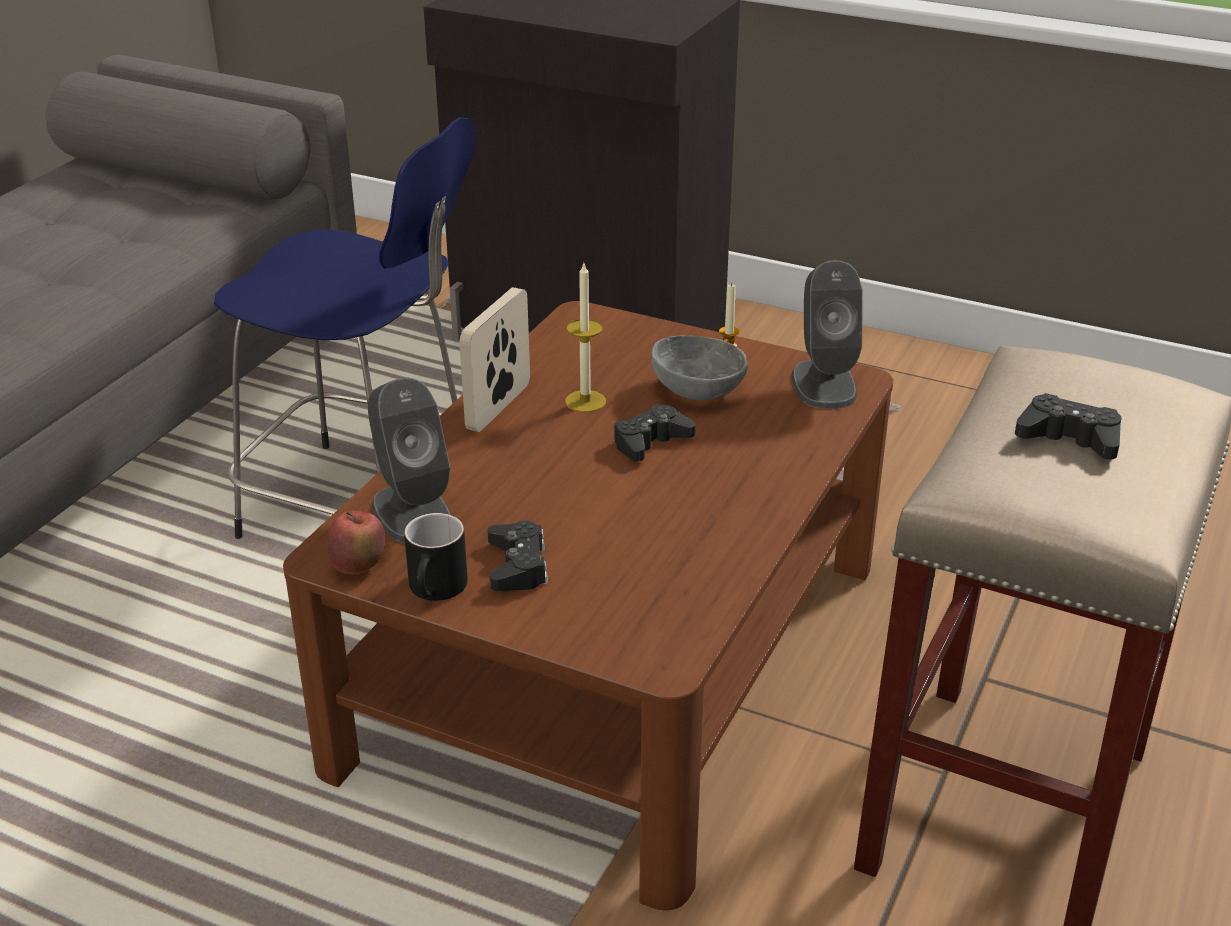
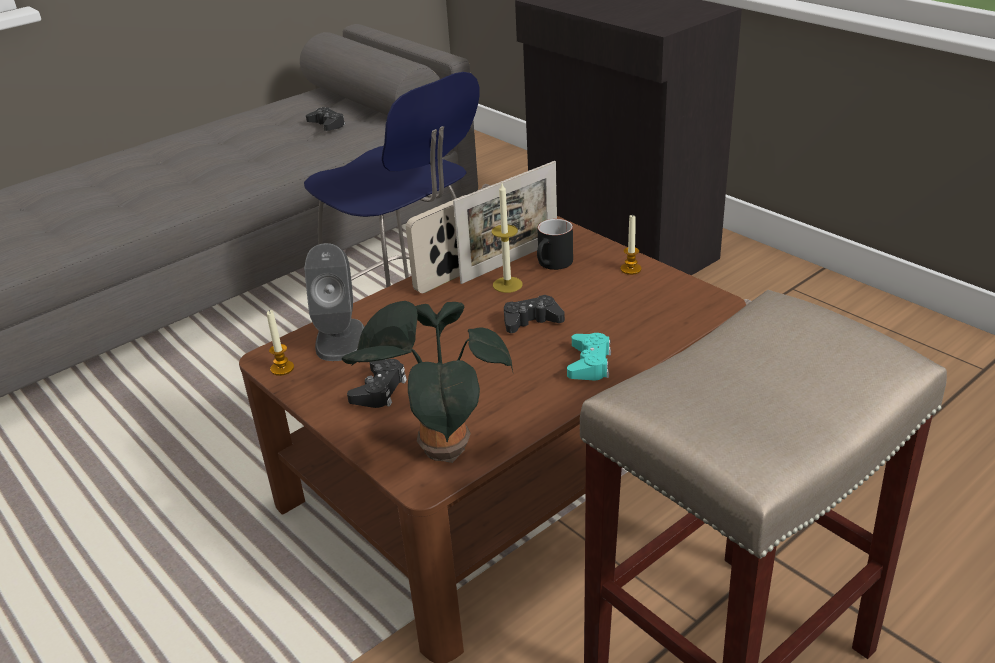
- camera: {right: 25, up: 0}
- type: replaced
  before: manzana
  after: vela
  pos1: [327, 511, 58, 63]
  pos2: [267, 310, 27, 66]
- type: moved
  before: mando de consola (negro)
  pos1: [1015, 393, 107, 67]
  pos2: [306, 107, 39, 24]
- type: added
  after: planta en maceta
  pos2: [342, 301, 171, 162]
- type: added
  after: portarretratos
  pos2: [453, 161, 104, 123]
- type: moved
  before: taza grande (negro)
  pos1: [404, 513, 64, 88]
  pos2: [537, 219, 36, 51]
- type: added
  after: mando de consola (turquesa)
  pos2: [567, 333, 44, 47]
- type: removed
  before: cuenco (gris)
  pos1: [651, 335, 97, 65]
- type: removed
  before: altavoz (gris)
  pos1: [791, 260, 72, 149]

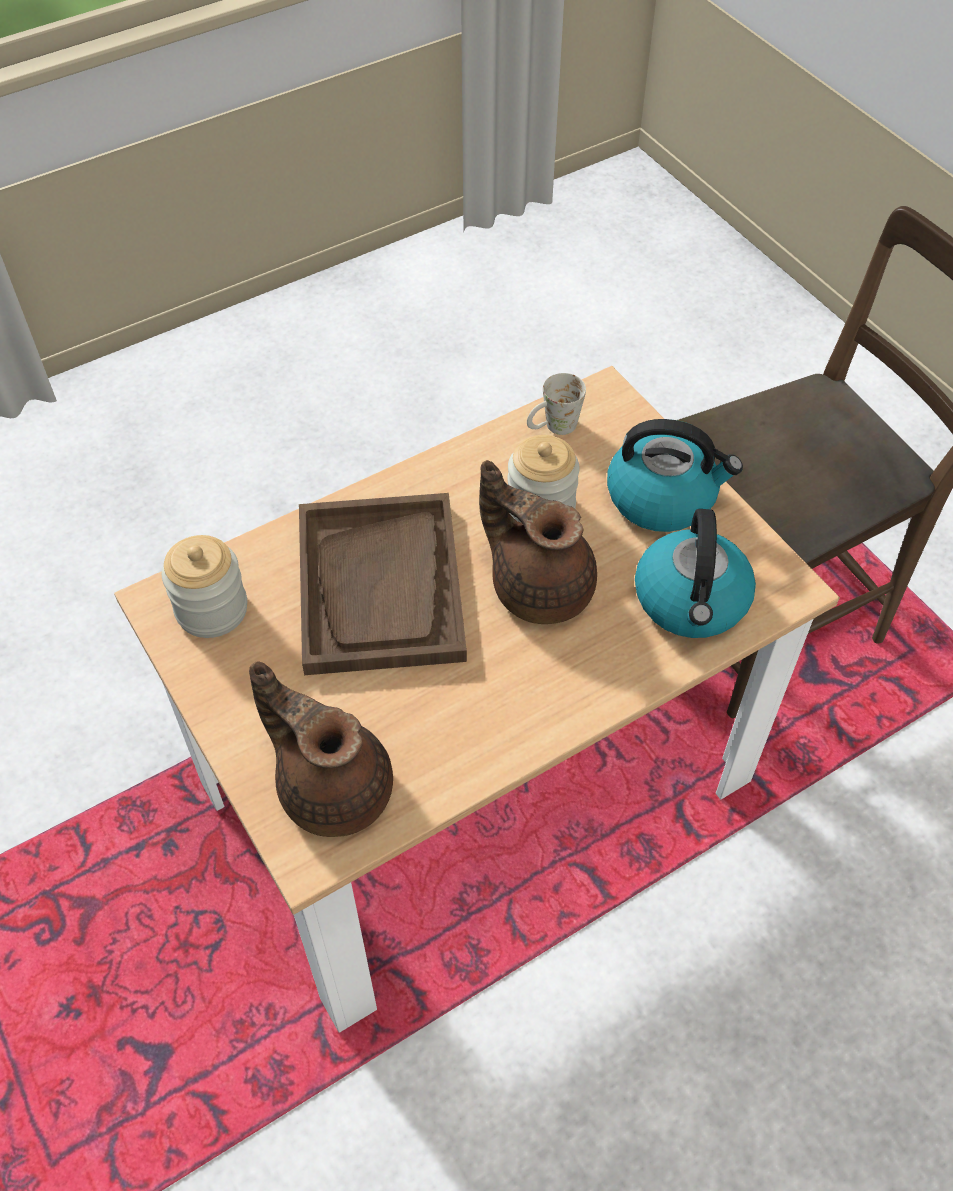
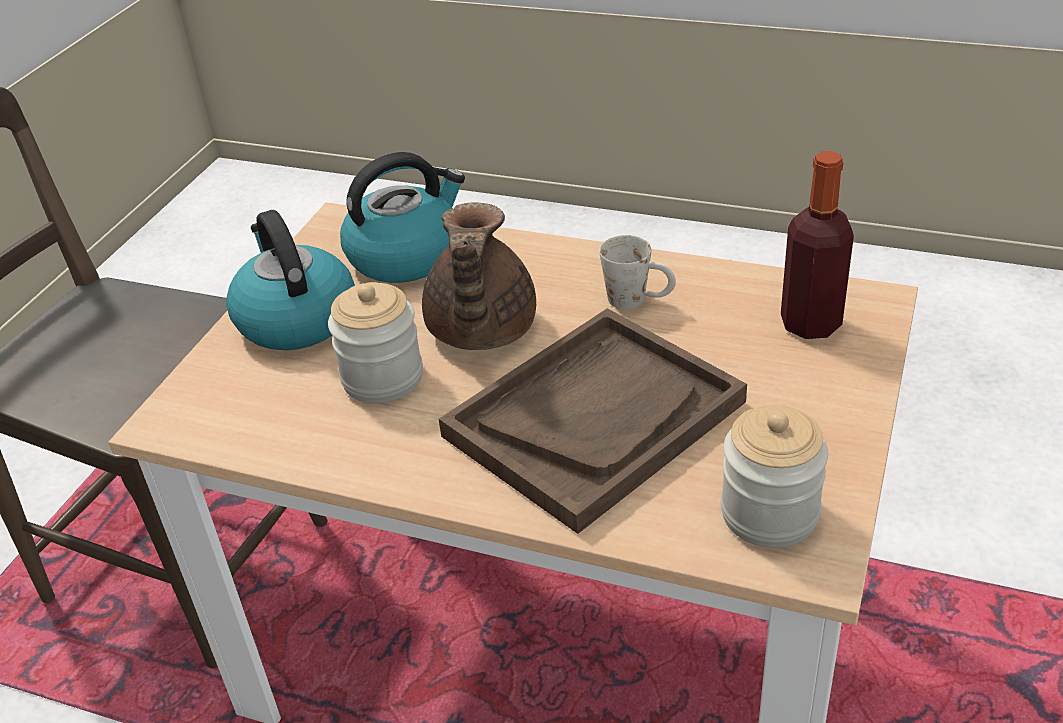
- camera: {right: -125, up: -15}
- type: moved
  before: taza grande (blanco)
  pos1: [527, 373, 59, 62]
  pos2: [599, 235, 77, 75]
- type: replaced
  before: tetera (marrón)
  after: botella
  pos1: [249, 661, 144, 176]
  pos2: [781, 151, 73, 188]

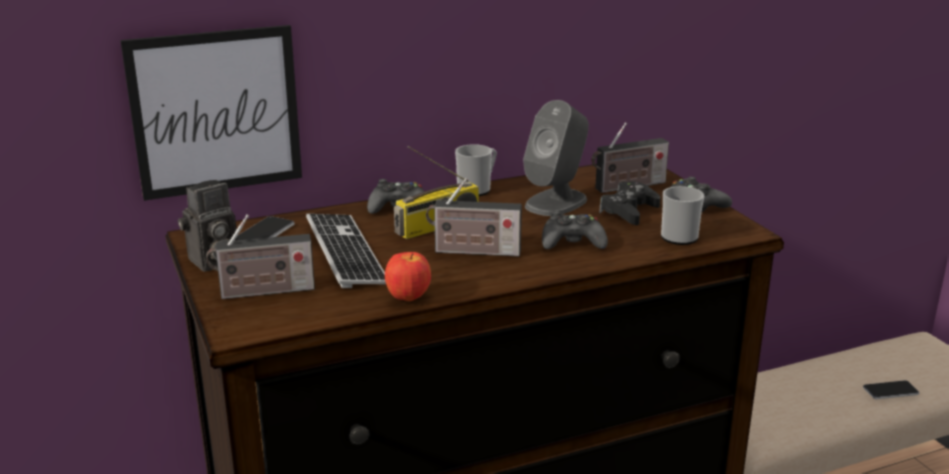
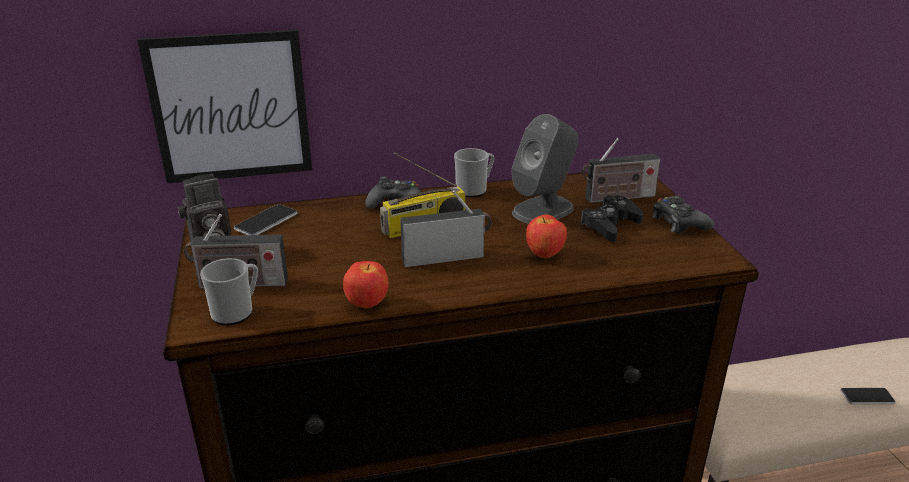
- camera: {right: 10, up: 5}
- type: moved
  before: taza grande
  pos1: [661, 186, 43, 59]
  pos2: [200, 258, 58, 67]
- type: turned
  before: radio
  pos1: [426, 178, 96, 78]
  pos2: [400, 190, 92, 77]
  turn: 150
- type: replaced
  before: mando de consola (negro)
  after: manzana
  pos1: [542, 211, 66, 38]
  pos2: [526, 214, 41, 45]
- type: removed
  before: teclado
  pos1: [306, 214, 80, 74]

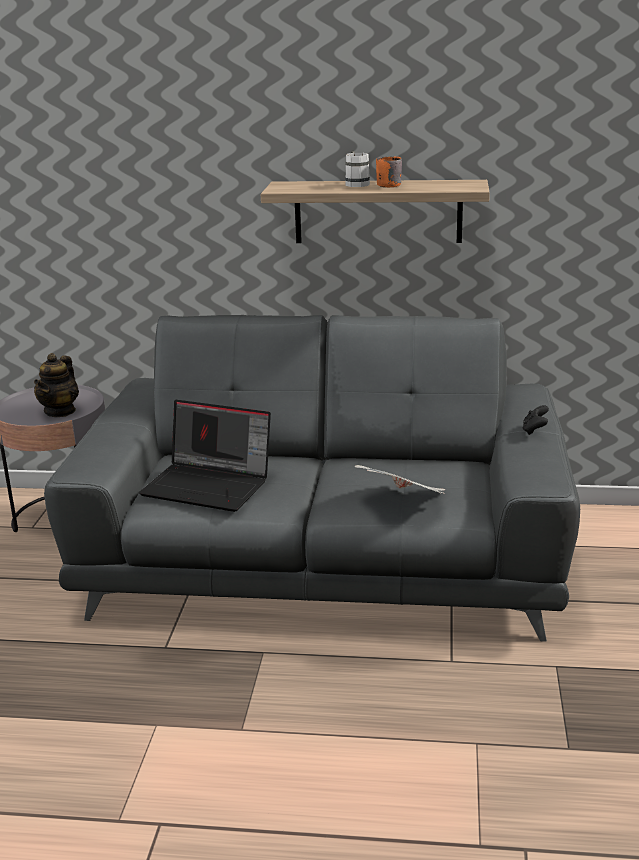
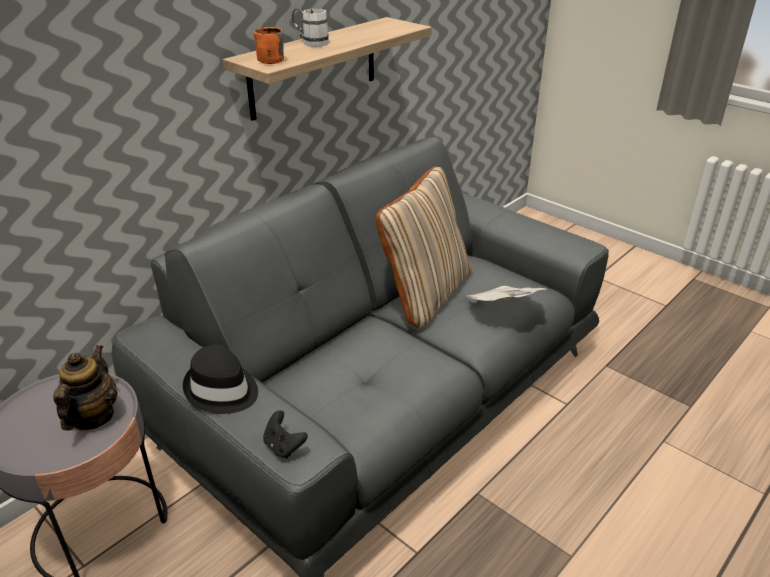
- camera: {right: -55, up: 10}
- type: turned
  before: tetera
  pos1: [34, 353, 45, 64]
  pos2: [53, 345, 65, 85]
  turn: -135
- type: added
  after: sombrero (negro)
  pos2: [183, 344, 75, 70]
- type: moved
  before: taza grande (naranja)
  pos1: [376, 156, 26, 31]
  pos2: [254, 27, 30, 37]
- type: moved
  before: mando de consola (negro)
  pos1: [523, 405, 26, 30]
  pos2: [263, 410, 45, 48]
- type: added
  after: cojín (beis)
  pos2: [376, 166, 96, 162]
- type: removed
  before: portátil
  pos1: [139, 400, 132, 112]

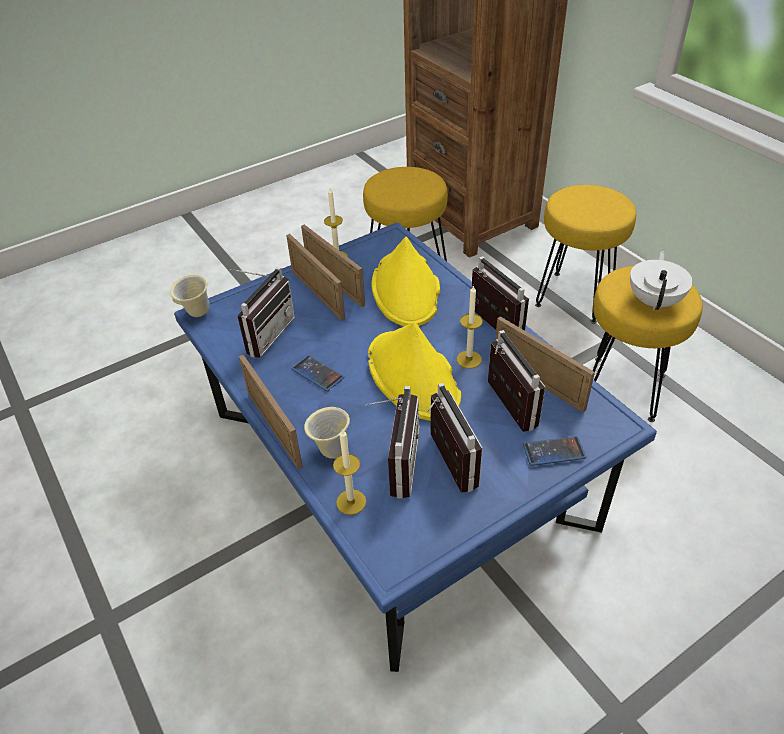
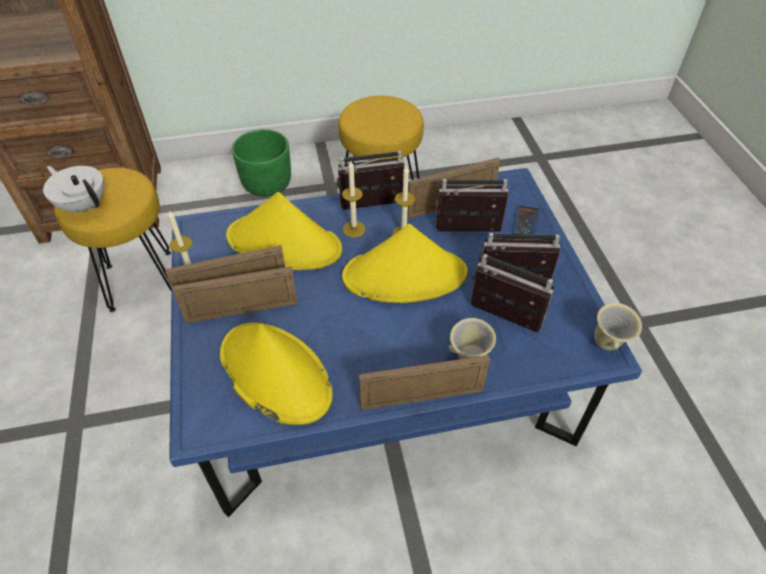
- camera: {right: -70, up: 5}
- type: moved
  before: tetera (blanco)
  pos1: [630, 251, 63, 60]
  pos2: [43, 166, 61, 47]
- type: replaced
  before: radio
  after: sombrero (amarillo)
  pos1: [230, 267, 65, 91]
  pos2: [220, 323, 113, 102]
- type: replaced
  before: taburete (amarillo)
  after: maceta (verde)
  pos1: [535, 185, 101, 139]
  pos2: [232, 129, 59, 68]
- type: moved
  before: vela
  pos1: [333, 428, 33, 87]
  pos2: [342, 161, 24, 77]
- type: moved
  before: taza grande (beis)
  pos1: [170, 274, 40, 43]
  pos2: [594, 303, 48, 47]
- type: removed
  before: móvil
  pos1: [291, 355, 53, 37]

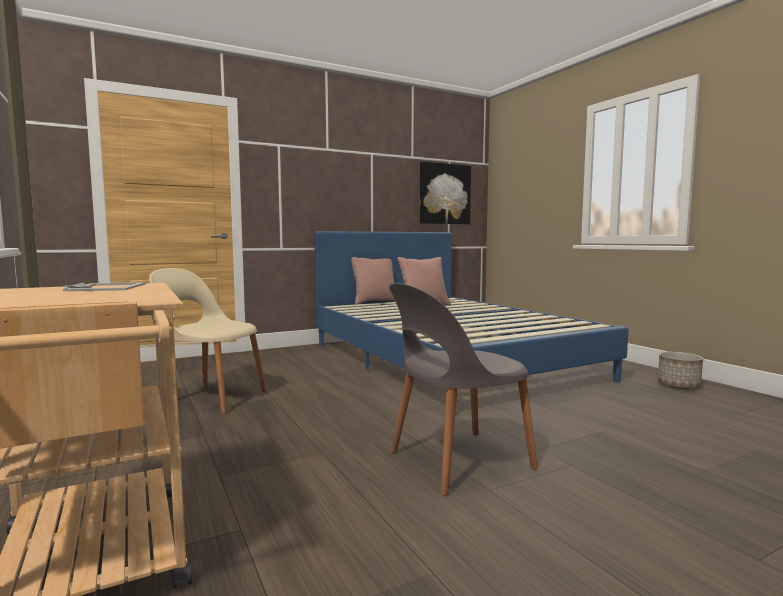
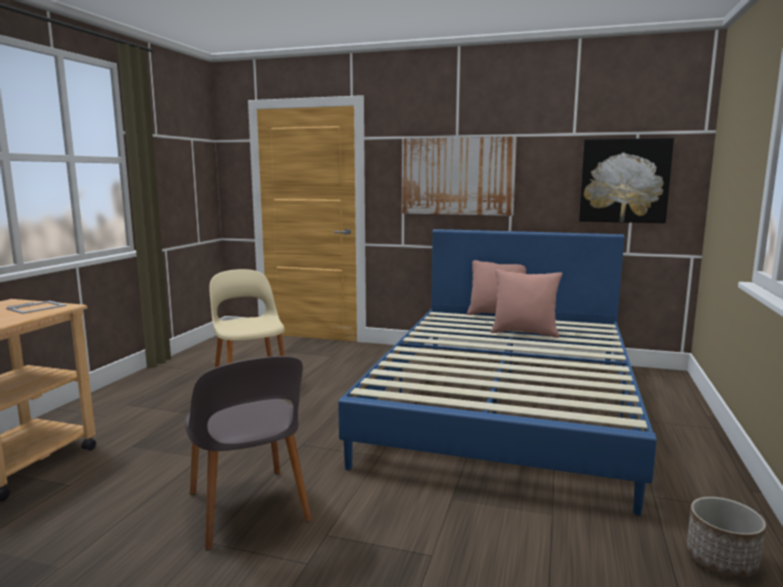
- camera: {right: 45, up: 5}
- type: turned
  before: silla (gris)
  pos1: [389, 283, 149, 213]
  pos2: [185, 356, 127, 194]
  turn: -135
- type: added
  after: cuadro
  pos2: [402, 136, 115, 80]

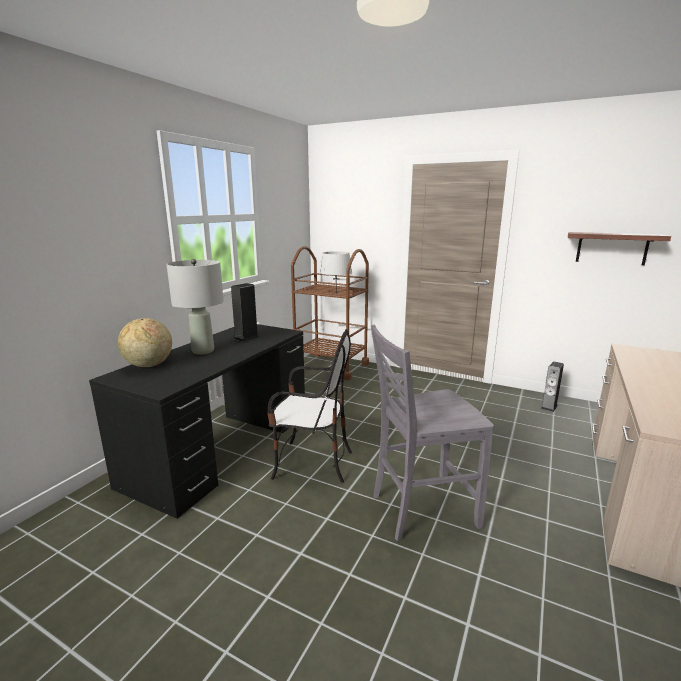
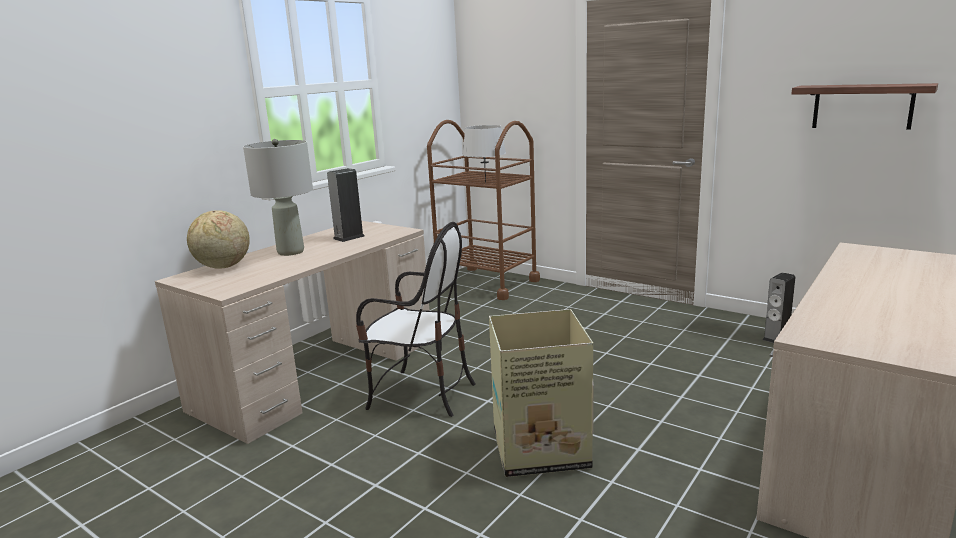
- camera: {right: 10, up: 0}
- type: recoloured
  before: escritorio (negro)
  after: escritorio (beis)
  pos1: [89, 324, 216, 195]
  pos2: [155, 221, 274, 223]
- type: replaced
  before: silla (gris)
  after: caja de cartón
  pos1: [371, 324, 123, 217]
  pos2: [489, 309, 105, 168]

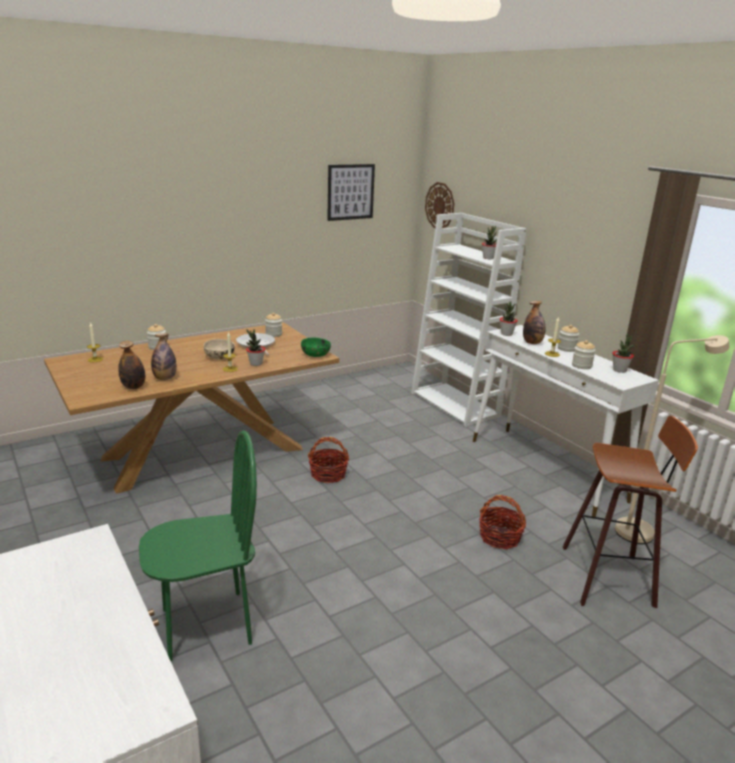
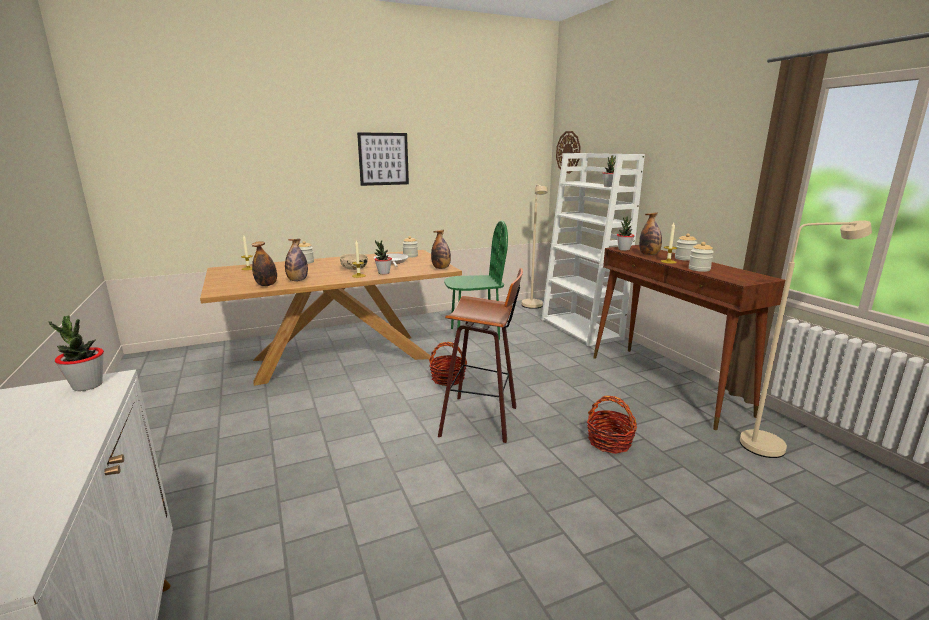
- camera: {right: 10, up: -5}
- type: moved
  before: planta en maceta
  pos1: [612, 334, 23, 39]
  pos2: [49, 316, 55, 75]
- type: moved
  before: cuadro
  pos1: [327, 164, 48, 57]
  pos2: [357, 132, 52, 54]
- type: replaced
  before: cuenco (verde)
  after: botella
  pos1: [301, 338, 30, 19]
  pos2: [431, 230, 20, 39]
- type: moved
  before: taburete
  pos1: [563, 416, 135, 192]
  pos2: [438, 268, 85, 175]
- type: moved
  before: silla (verde)
  pos1: [139, 430, 118, 231]
  pos2: [444, 220, 64, 120]
- type: added
  after: lámpara de pie (beis)
  pos2: [522, 184, 25, 125]
- type: recoloured
  before: mesa consola (blanco)
  after: mesa consola (marrón)
  pos1: [473, 325, 186, 194]
  pos2: [593, 245, 192, 185]

